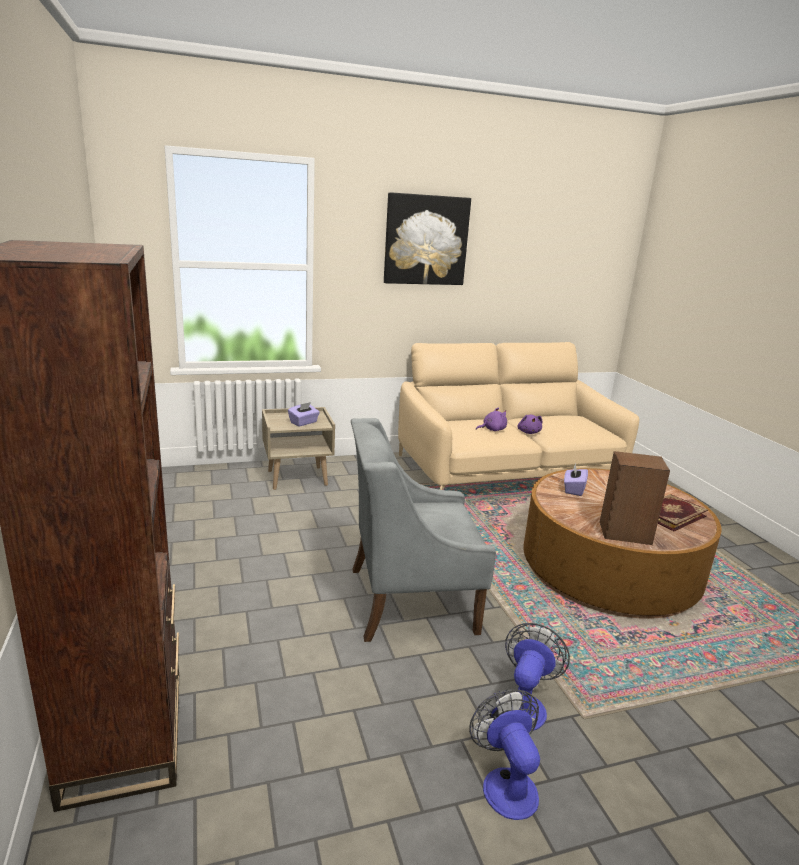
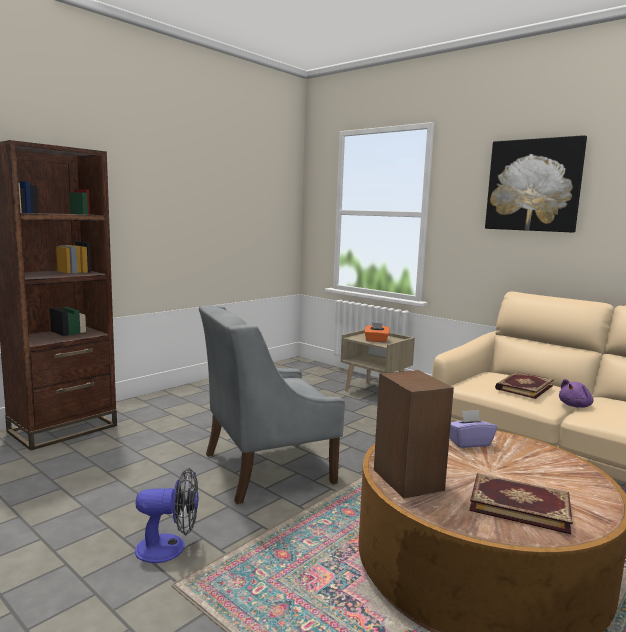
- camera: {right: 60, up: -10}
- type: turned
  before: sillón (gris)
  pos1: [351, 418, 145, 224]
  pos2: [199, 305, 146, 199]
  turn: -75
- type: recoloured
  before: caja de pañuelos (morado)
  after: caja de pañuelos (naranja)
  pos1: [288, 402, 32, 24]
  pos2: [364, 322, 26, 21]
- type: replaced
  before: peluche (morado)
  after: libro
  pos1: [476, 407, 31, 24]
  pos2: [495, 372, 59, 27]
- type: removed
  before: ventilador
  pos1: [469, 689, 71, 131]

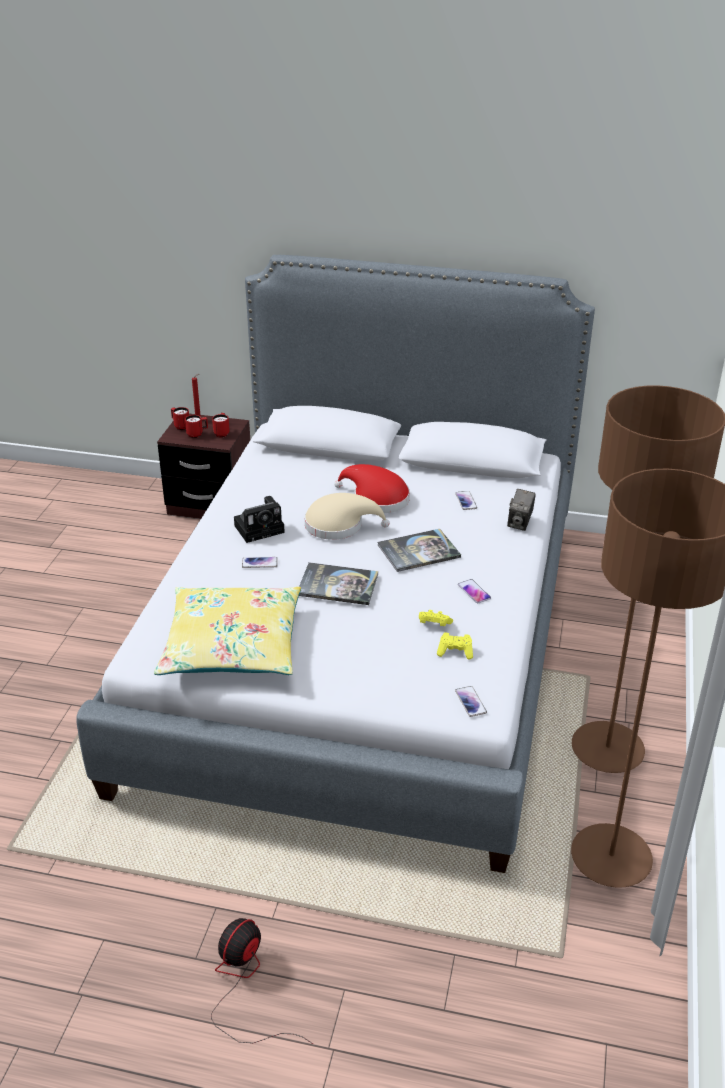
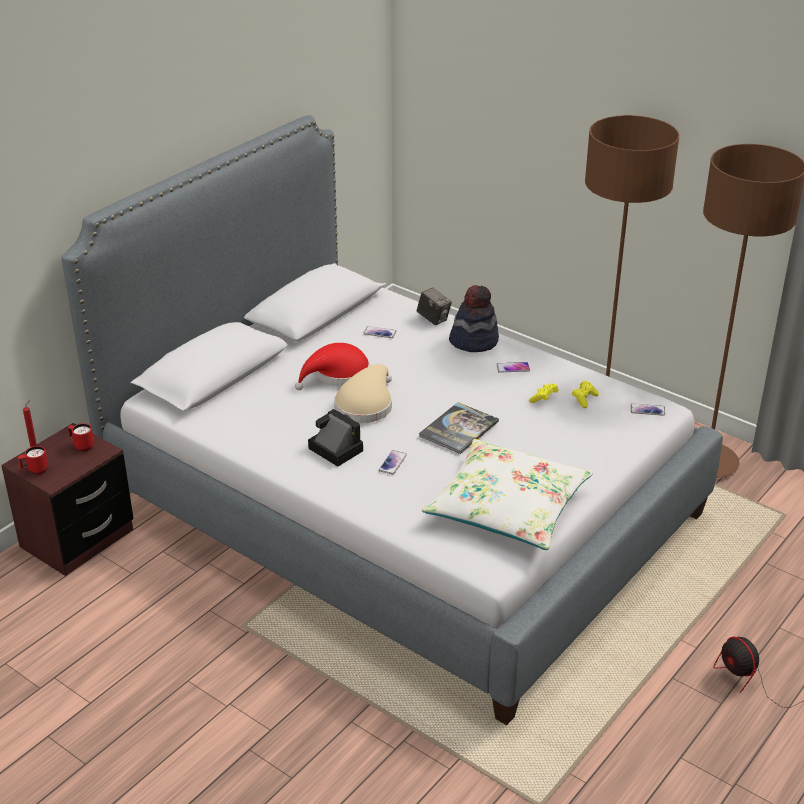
- camera: {right: -65, up: 0}
- type: turned
  before: cámara
  pos1: [234, 496, 51, 47]
  pos2: [308, 409, 55, 58]
  turn: -45
- type: recoloured
  before: cojín (amarillo)
  after: cojín (blanco)
  pos1: [154, 587, 147, 88]
  pos2: [422, 439, 171, 111]
- type: added
  after: sombrero
  pos2: [449, 285, 50, 67]
- type: removed
  before: taza grande (rojo)
  pos1: [185, 415, 23, 23]
- type: removed
  before: libro
  pos1: [377, 529, 84, 43]

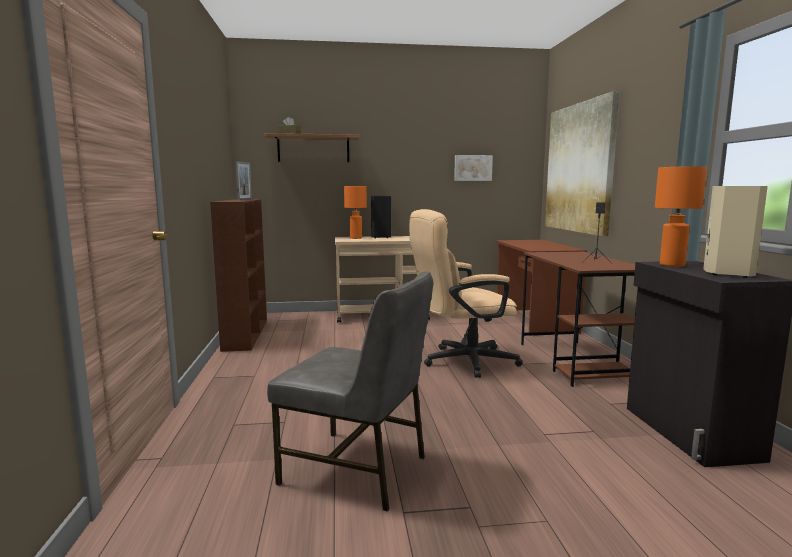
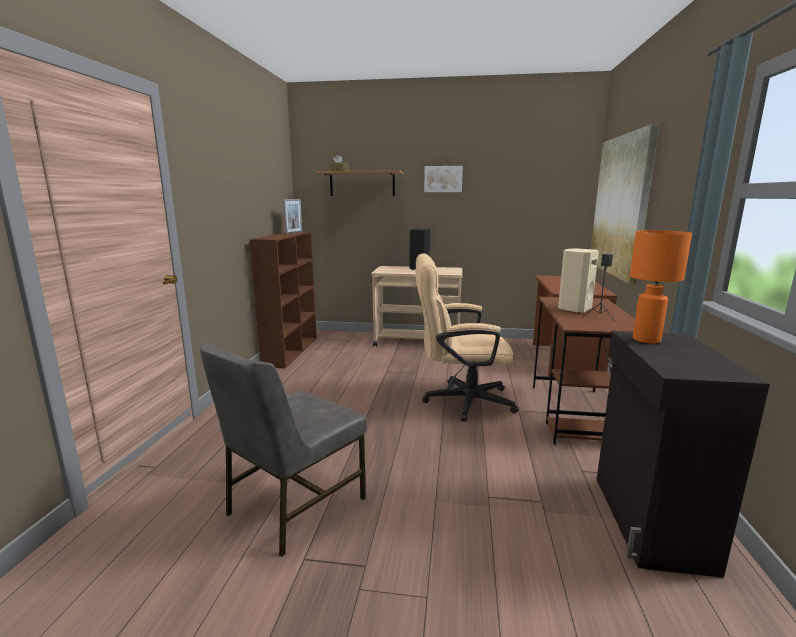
- camera: {right: 15, up: 5}
- type: turned
  before: silla (gris)
  pos1: [267, 271, 166, 241]
  pos2: [200, 343, 167, 214]
  turn: 90
- type: moved
  before: cuadro
  pos1: [454, 155, 39, 26]
  pos2: [424, 166, 39, 26]
- type: moved
  before: altavoz (beis)
  pos1: [703, 186, 65, 92]
  pos2: [558, 248, 41, 65]
- type: removed
  before: lámpara de mesa (naranja)
  pos1: [344, 186, 23, 53]

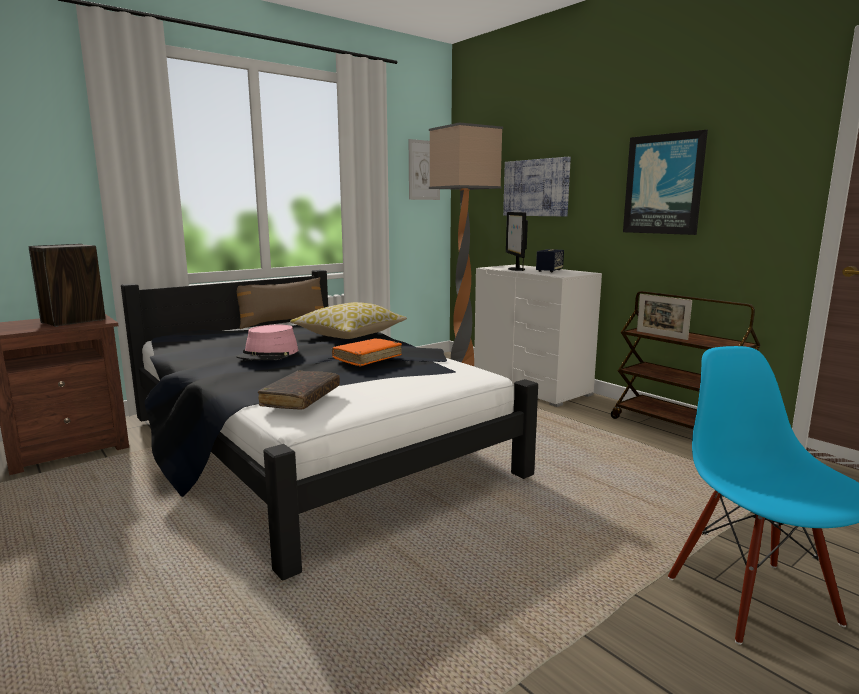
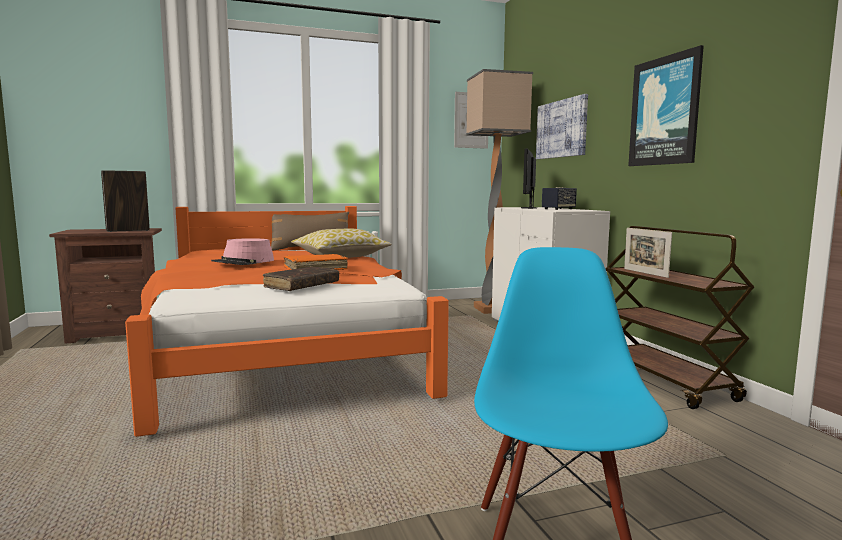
- camera: {right: 20, up: -5}
- type: recoloured
  before: cama (negro)
  after: cama (naranja)
  pos1: [121, 270, 417, 311]
  pos2: [125, 206, 324, 231]
- type: moved
  before: libro (marrón)
  pos1: [258, 370, 82, 40]
  pos2: [263, 266, 76, 25]

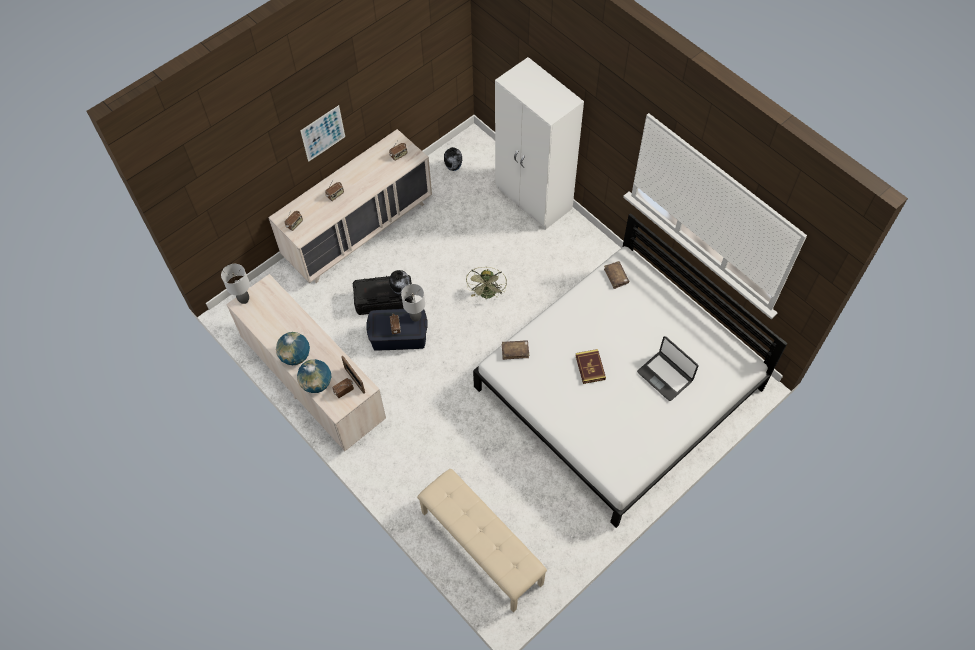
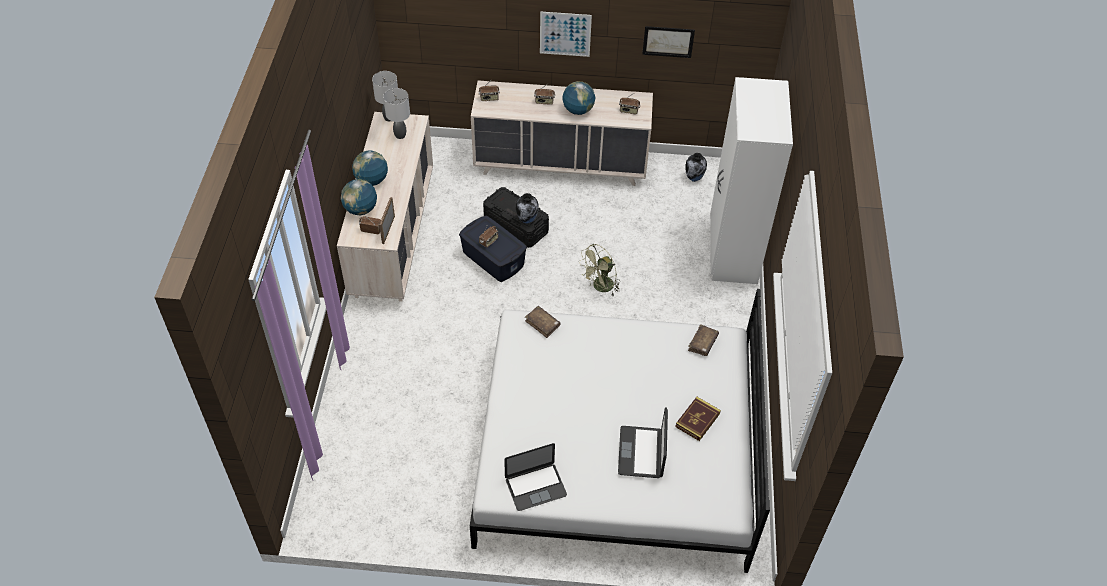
- camera: {right: 45, up: -10}
- type: moved
  before: lámpara de mesa (gris)
  pos1: [401, 284, 24, 37]
  pos2: [383, 88, 27, 51]
- type: added
  after: portátil
  pos2: [504, 443, 63, 68]
- type: added
  after: globo terráqueo
  pos2: [562, 81, 33, 34]
- type: added
  after: cuadro
  pos2: [642, 26, 53, 32]
- type: moved
  before: libro
  pos1: [575, 349, 31, 35]
  pos2: [675, 397, 46, 44]
- type: removed
  before: banco (beis)
  pos1: [417, 469, 130, 143]

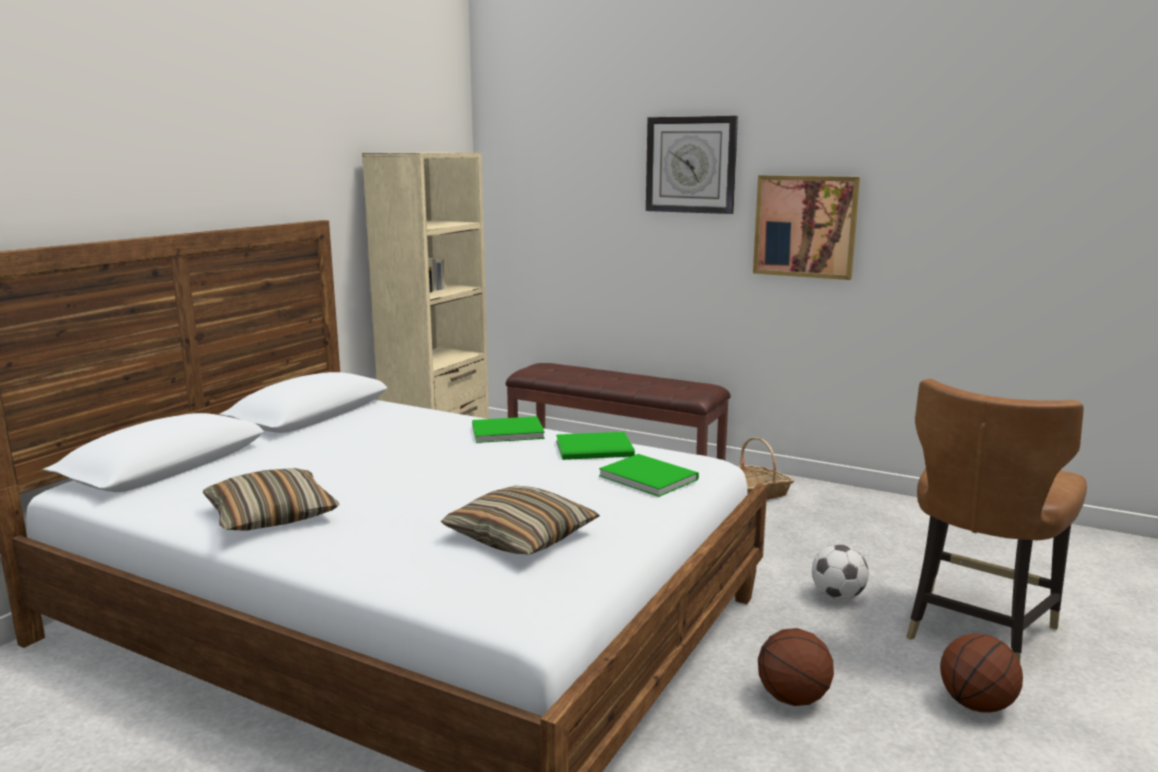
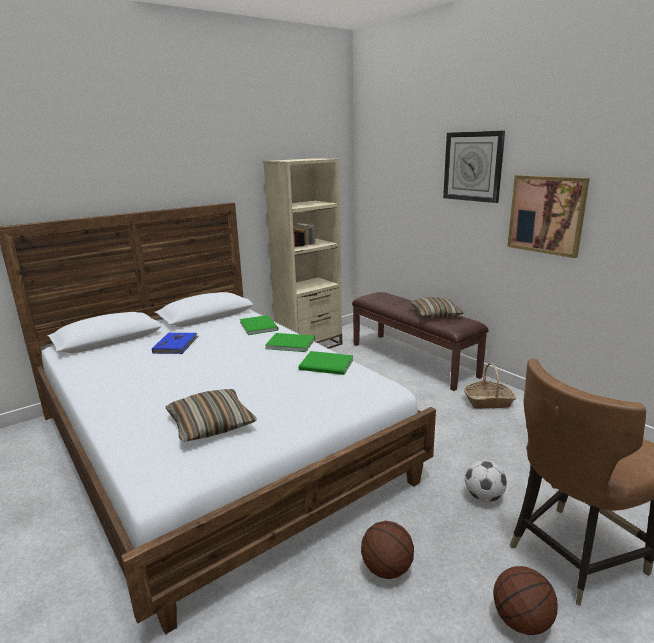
- camera: {right: 25, up: 5}
- type: added
  after: libro (azul)
  pos2: [152, 332, 47, 22]
- type: moved
  before: libro (verde)
  pos1: [599, 454, 100, 43]
  pos2: [240, 315, 39, 20]
- type: moved
  before: cojín
  pos1: [203, 468, 137, 63]
  pos2: [410, 297, 54, 21]

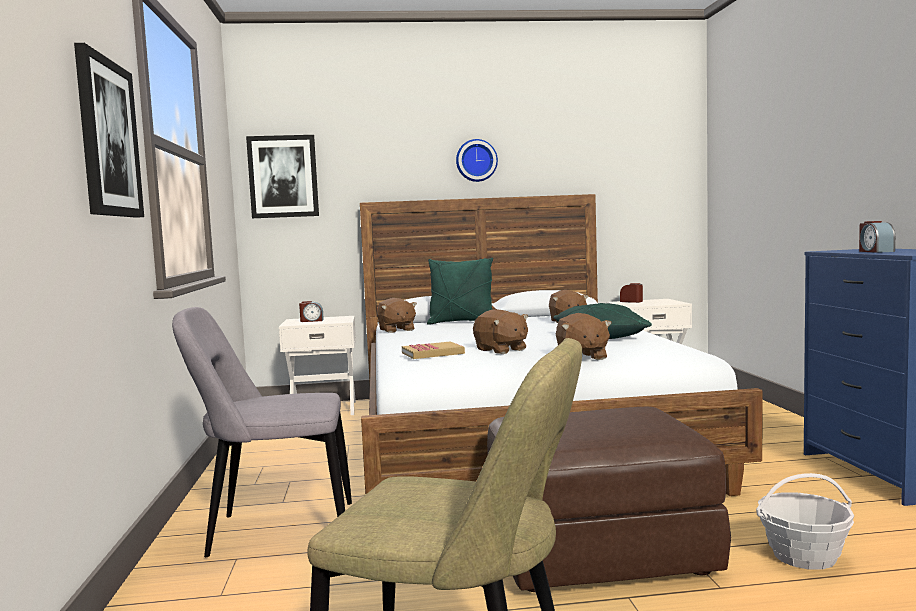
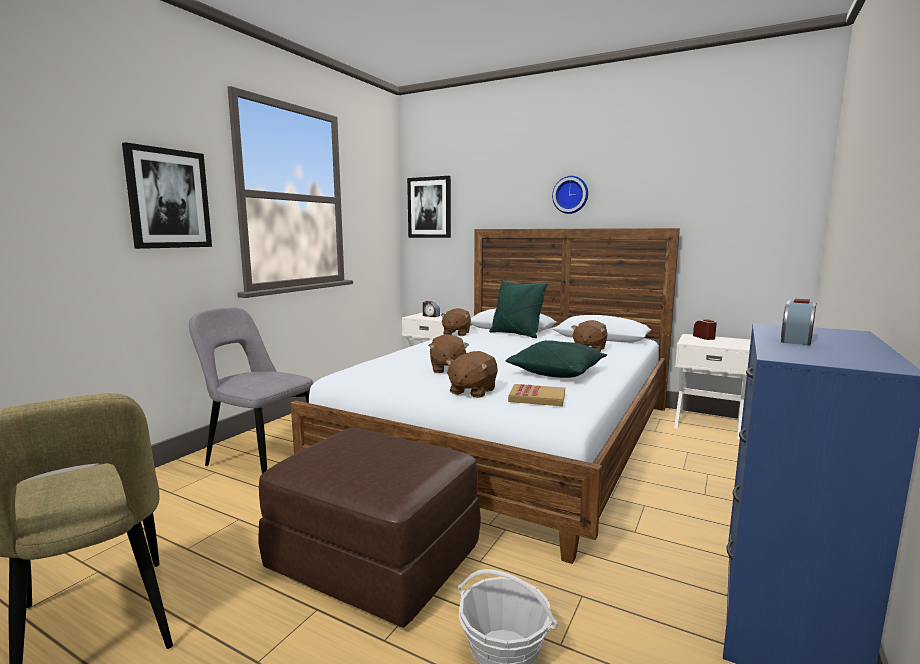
- camera: {right: 35, up: 5}
- type: moved
  before: libro
  pos1: [402, 341, 63, 18]
  pos2: [508, 384, 57, 22]

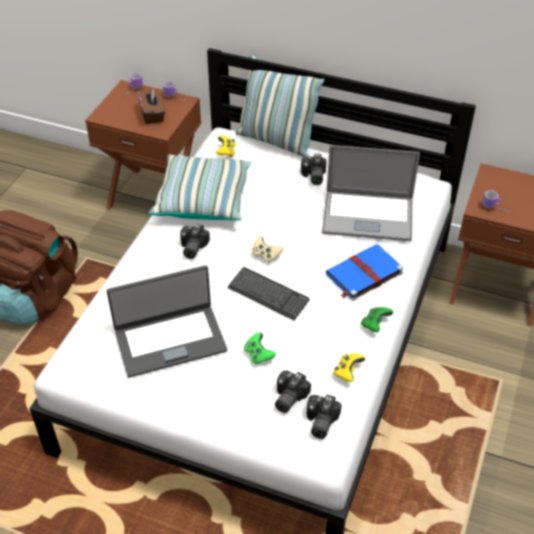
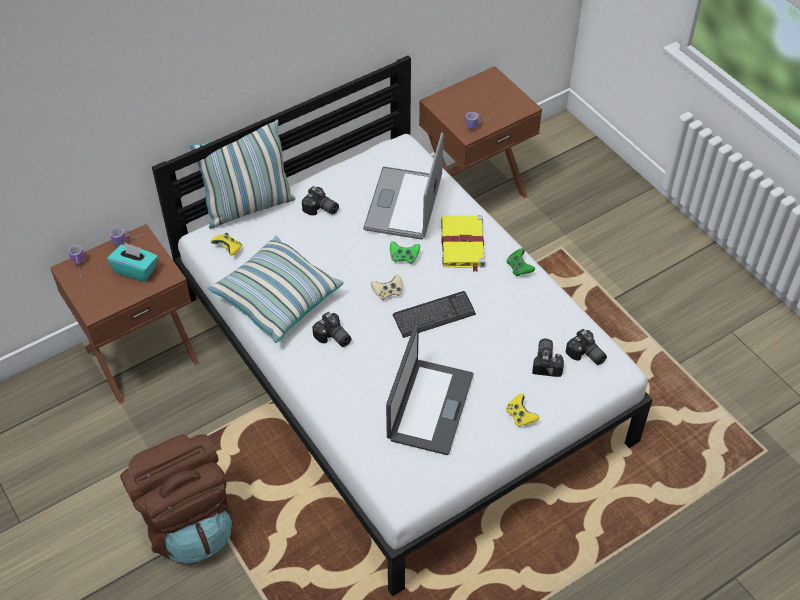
- camera: {right: -55, up: 5}
- type: recoloured
  before: caja de pañuelos (marrón)
  after: caja de pañuelos (turquesa)
  pos1: [138, 87, 27, 37]
  pos2: [107, 243, 51, 39]
- type: turned
  before: portátil
  pos1: [322, 145, 98, 96]
  pos2: [363, 132, 81, 107]
  turn: 150
- type: moved
  before: mando de consola (verde)
  pos1: [244, 332, 32, 32]
  pos2: [390, 241, 30, 23]
- type: recoloured
  before: libro (azul)
  after: libro (amarillo)
  pos1: [326, 244, 78, 57]
  pos2: [441, 216, 44, 56]
- type: moved
  before: mando de consola (amarillo)
  pos1: [333, 354, 33, 28]
  pos2: [506, 394, 33, 33]
- type: turned
  before: cámara
  pos1: [275, 370, 36, 43]
  pos2: [532, 339, 32, 38]
  turn: -150

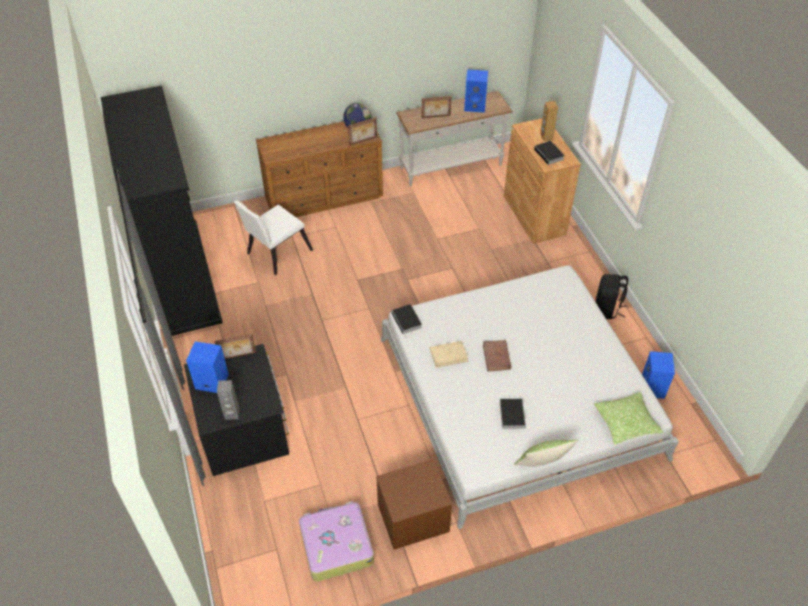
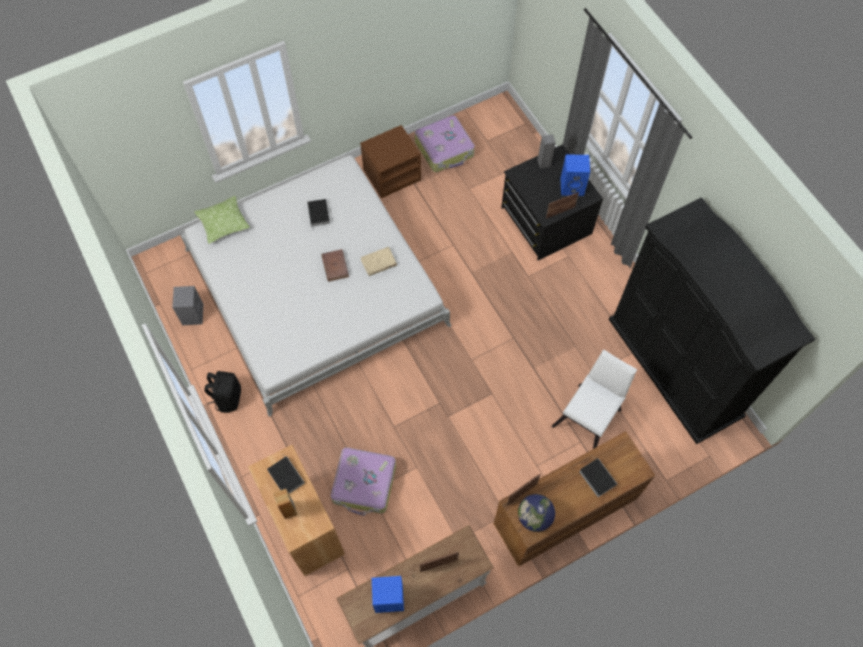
- camera: {right: 170, up: 15}
- type: recoloured
  before: altavoz (azul)
  after: altavoz (gris)
  pos1: [642, 351, 33, 48]
  pos2: [172, 286, 31, 39]
- type: added
  after: maleta
  pos2: [331, 447, 65, 69]
- type: moved
  before: libro
  pos1: [392, 304, 30, 33]
  pos2: [579, 455, 38, 42]
- type: removed
  before: cojín
  pos1: [514, 439, 64, 28]

